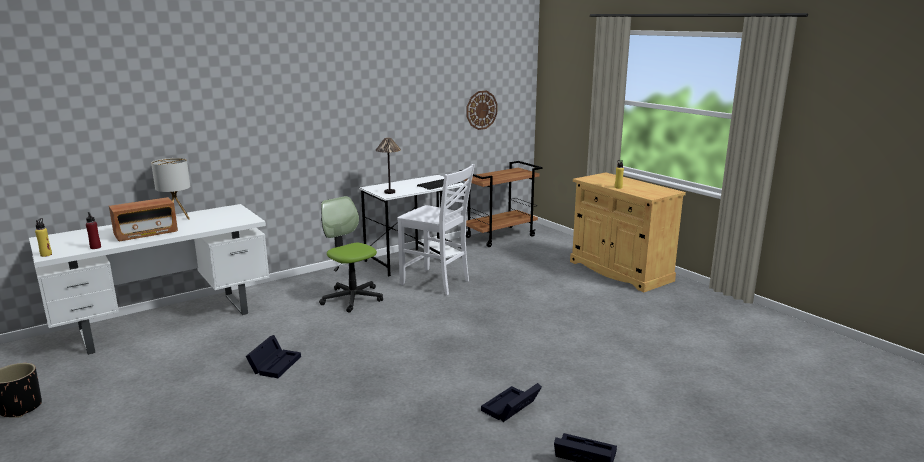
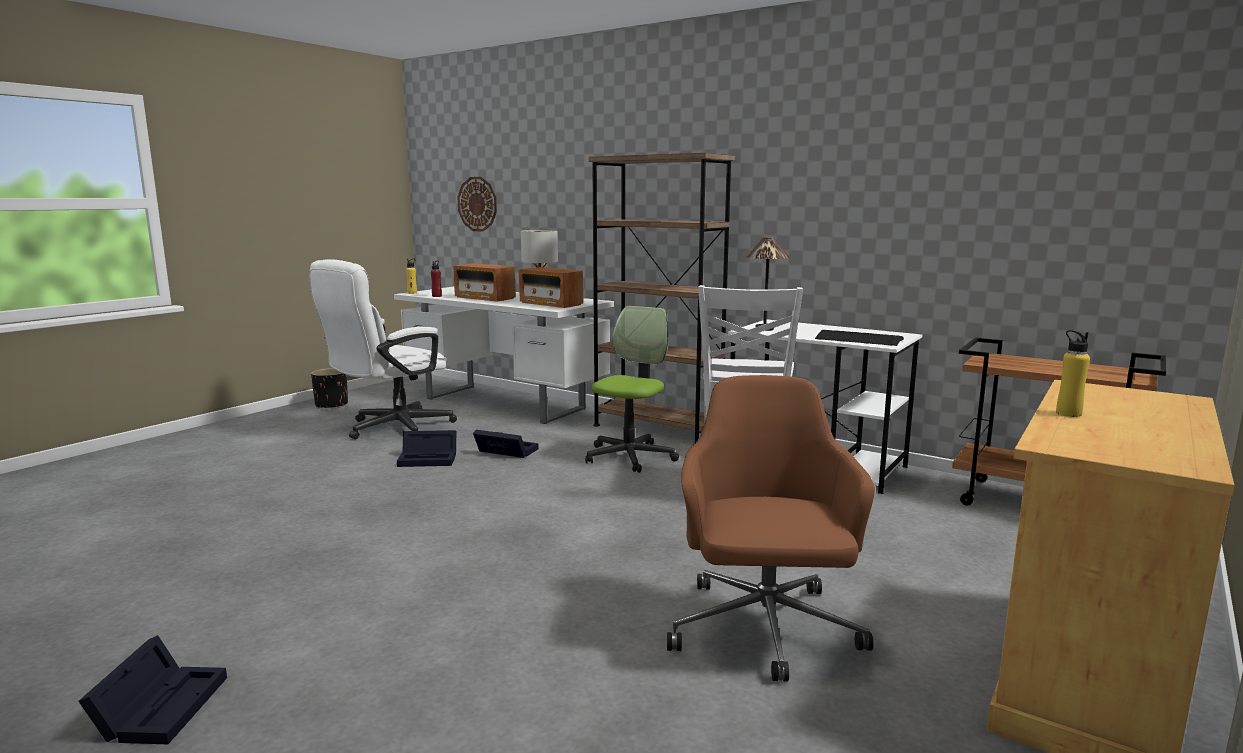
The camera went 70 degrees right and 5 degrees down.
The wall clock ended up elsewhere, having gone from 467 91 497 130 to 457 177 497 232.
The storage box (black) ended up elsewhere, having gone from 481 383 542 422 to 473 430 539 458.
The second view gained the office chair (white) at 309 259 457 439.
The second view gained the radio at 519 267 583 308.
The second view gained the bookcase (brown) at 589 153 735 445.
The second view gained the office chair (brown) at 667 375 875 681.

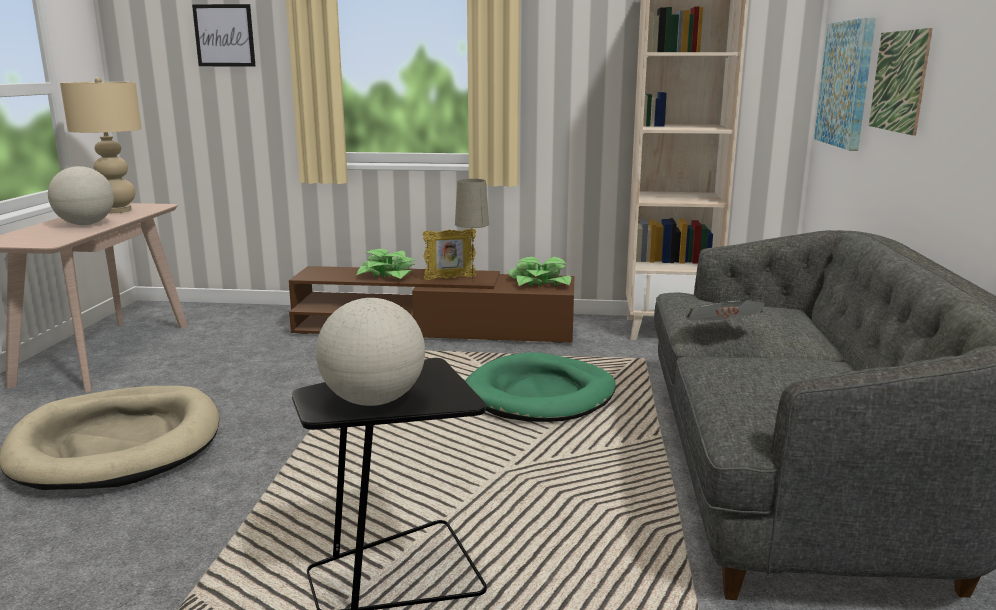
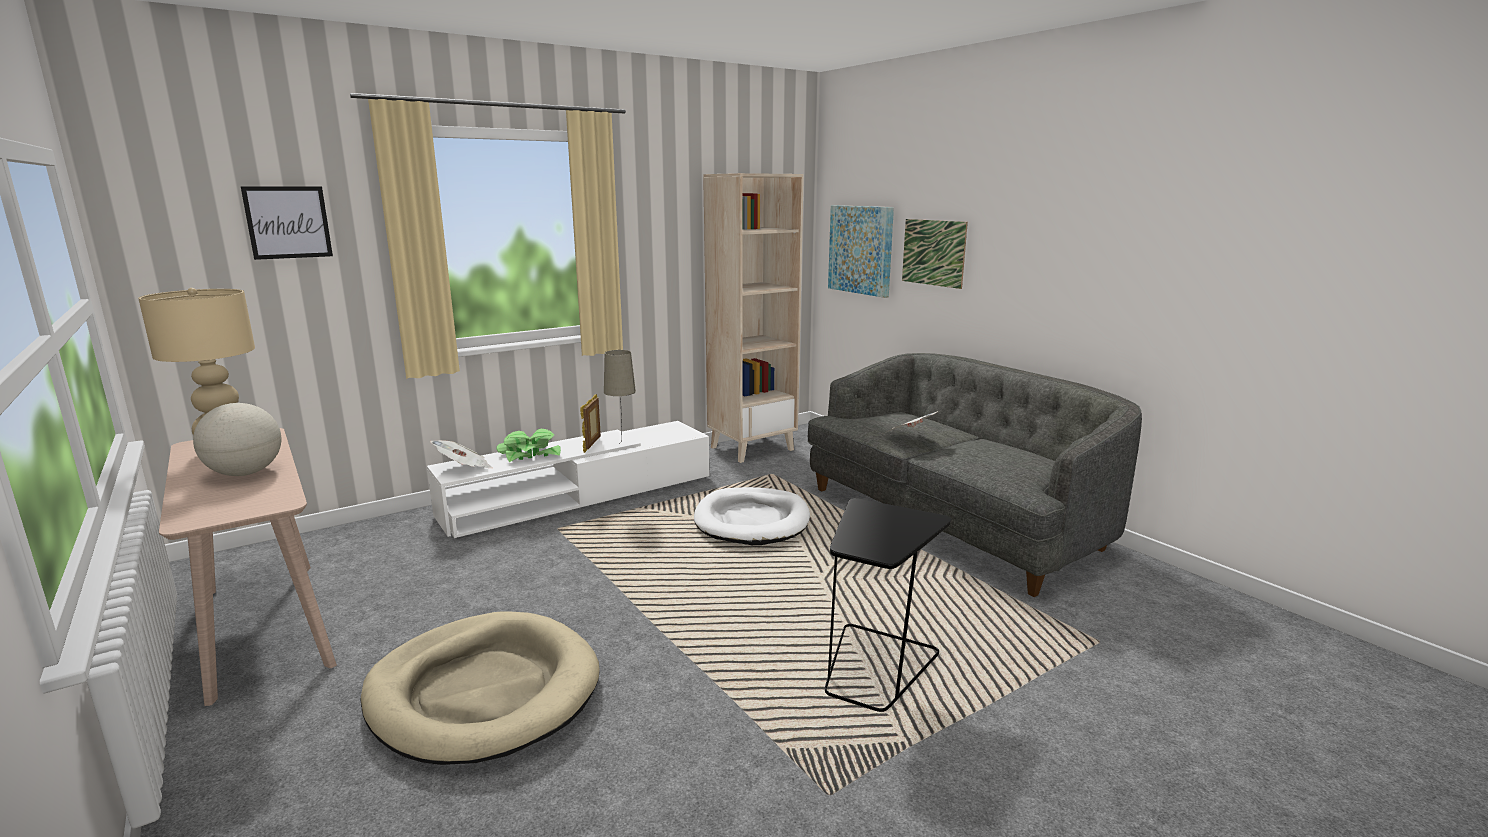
The camera went 40 degrees left and 0 degrees up.
What was the tv stand (brown) at 289 266 575 343 turned into the tv stand (white) at 427 421 709 538.
The second view lost the globe at 316 298 425 406.
The picture frame at 422 229 476 280 ended up facing another way, 150 degrees clockwise from before.
What was the dog bed (green) at 465 352 616 422 turned into the dog bed (white) at 694 487 810 545.
The second view lost the potted plant at 509 257 571 286.
The second view gained the newspaper at 430 440 492 468.

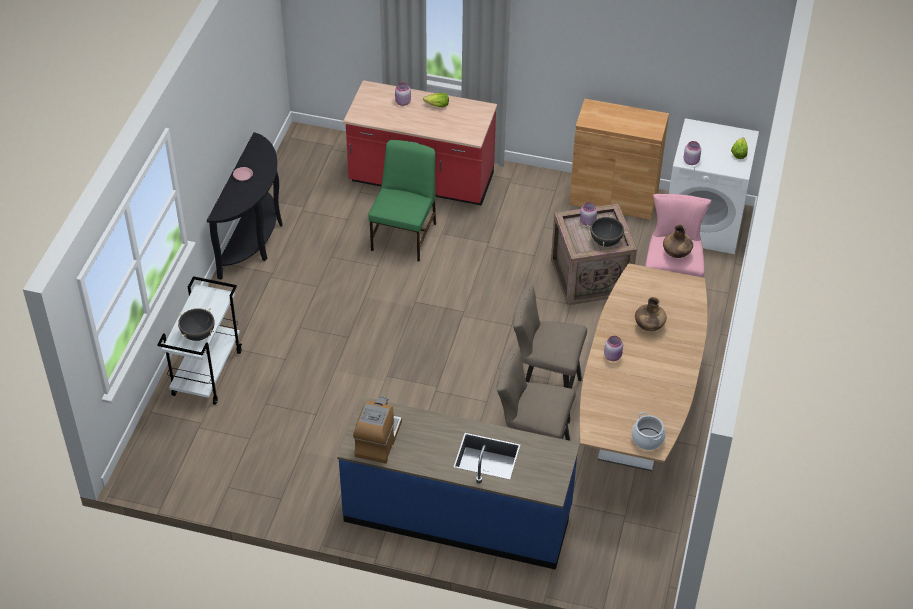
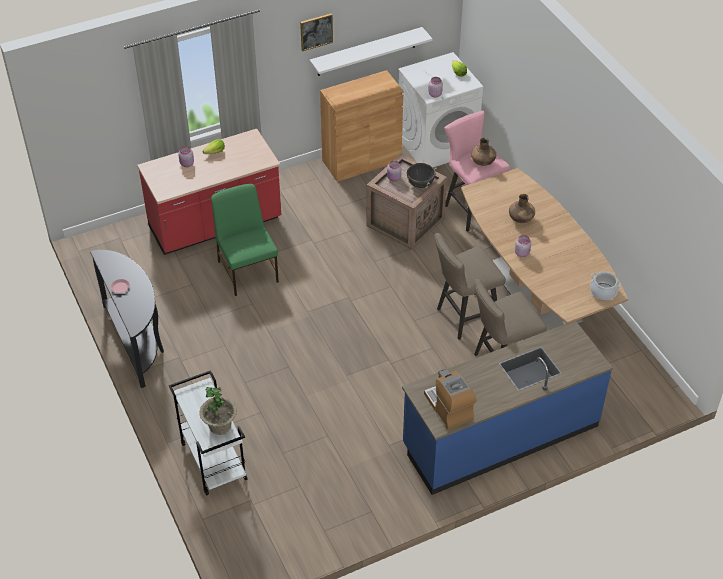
The camera went 40 degrees left and 0 degrees up.
Where the cooking pot (black) stood at 178 308 215 341, the potted plant came to stand at 199 387 237 435.
The second view gained the picture at 300 13 333 51.
The second view gained the shelf (white) at 310 27 433 76.

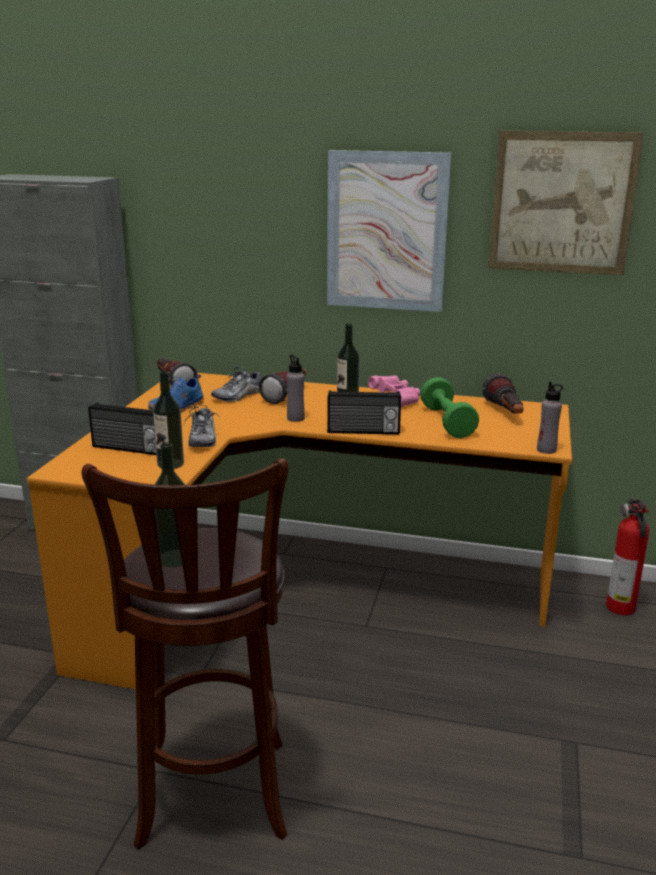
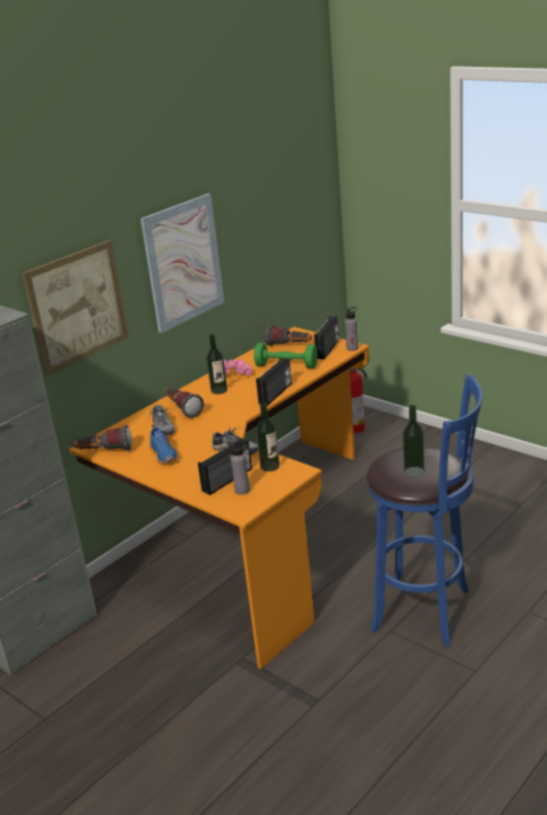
The camera went 60 degrees left and 5 degrees up.
What was the stool (brown) at 82 458 289 850 turned into the stool (blue) at 366 374 483 647.
The bottle (grey) ended up elsewhere, having gone from 287 355 305 422 to 228 441 250 495.
The picture ended up elsewhere, having gone from 488 131 644 275 to 22 240 128 376.
The second view gained the radio at 314 316 339 359.

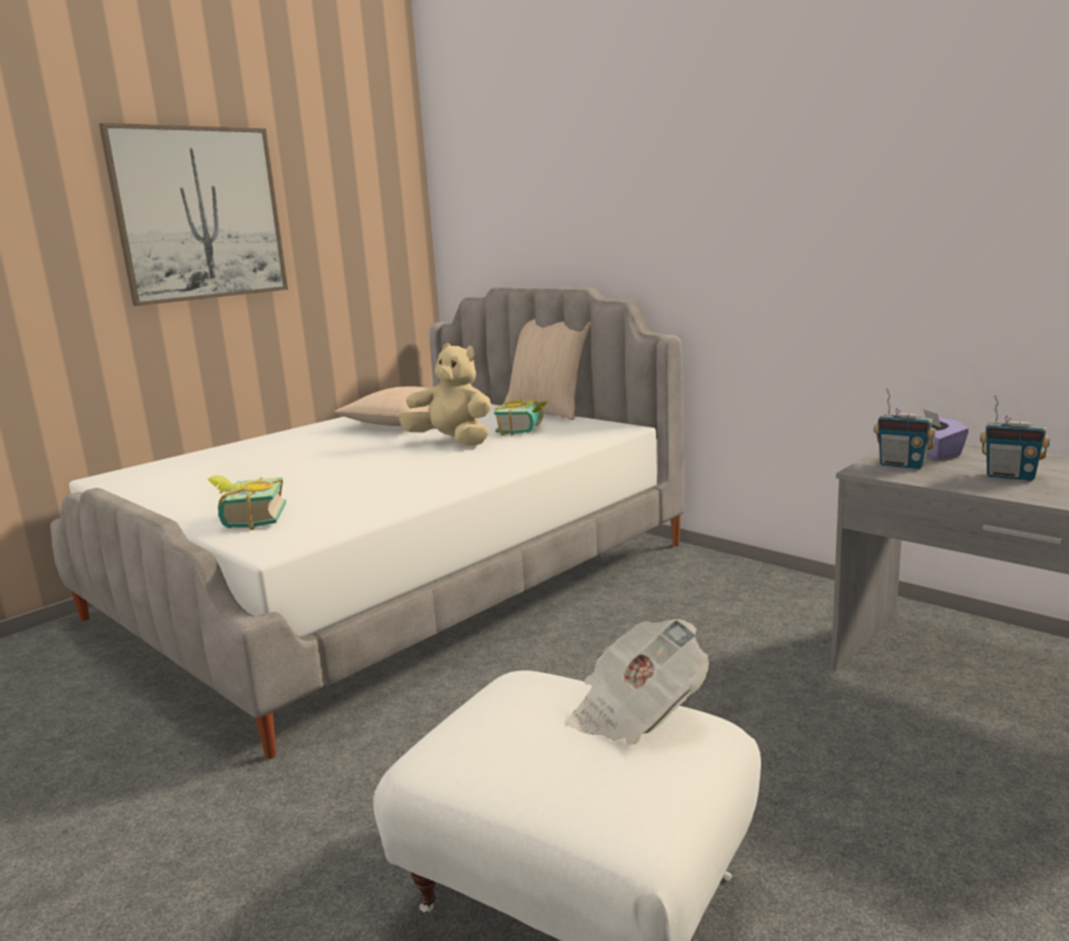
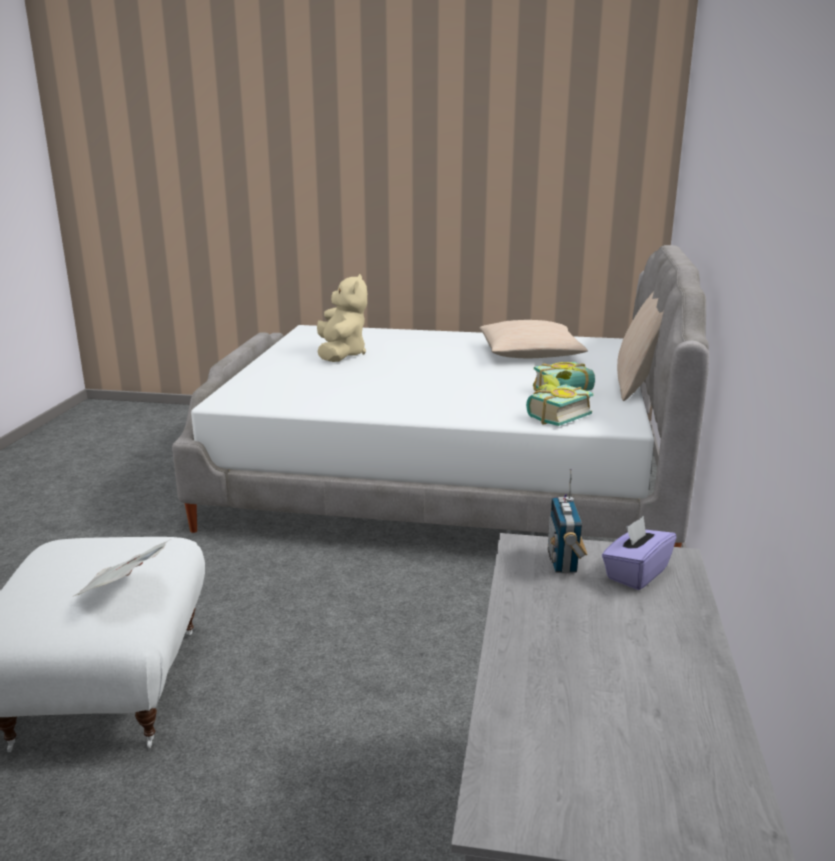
The camera went 55 degrees right and 5 degrees up.
The second view lost the picture at 99 123 288 306.
The book ended up elsewhere, having gone from 207 475 286 530 to 526 374 594 426.
The plush toy (beige) ended up elsewhere, having gone from 399 343 491 446 to 317 274 367 362.
The second view lost the radio at 980 395 1050 481.

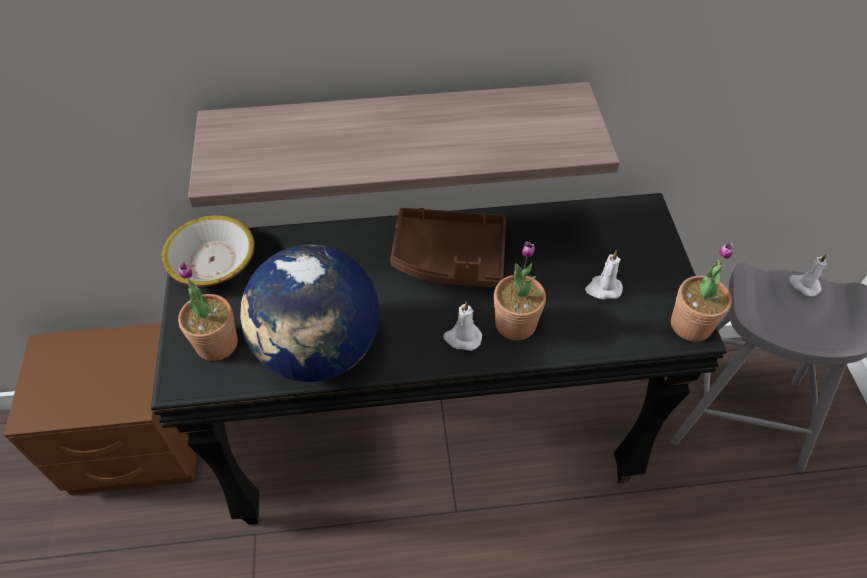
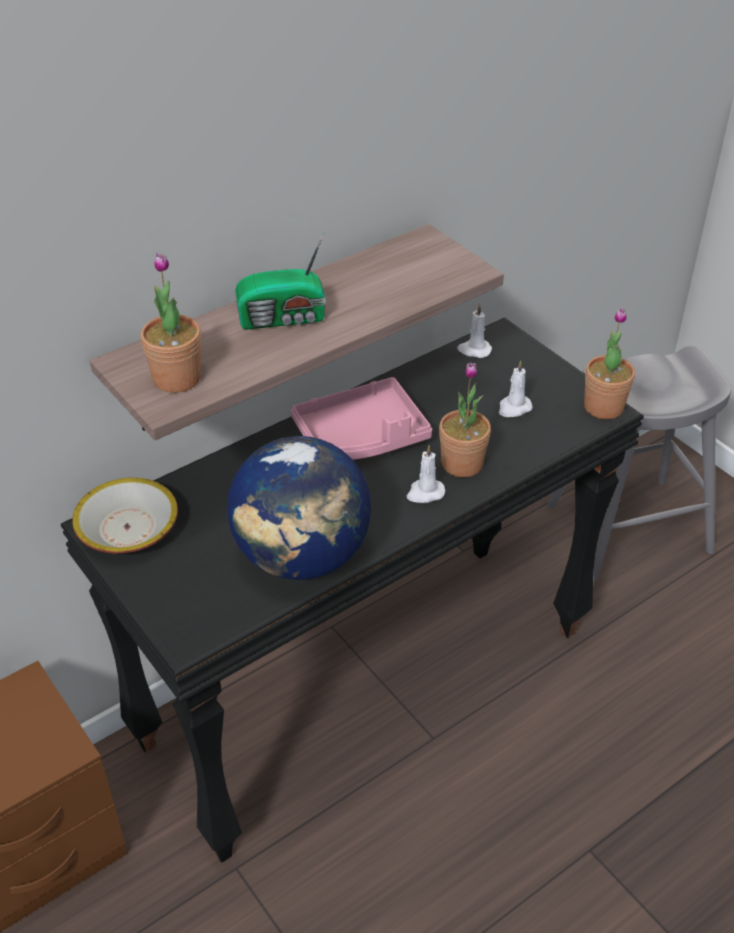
The camera went 30 degrees left and 10 degrees down.
The potted plant ended up elsewhere, having gone from 178 262 238 361 to 141 253 201 393.
What was the tray (brown) at 390 208 506 287 turned into the tray (pink) at 291 377 432 460.
The candle (white) ended up elsewhere, having gone from 789 254 827 296 to 457 304 492 358.
The second view gained the radio at 235 231 326 330.

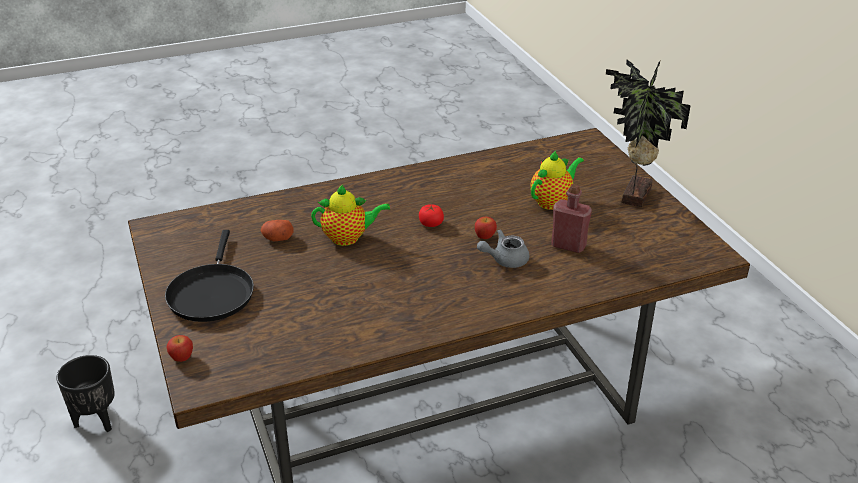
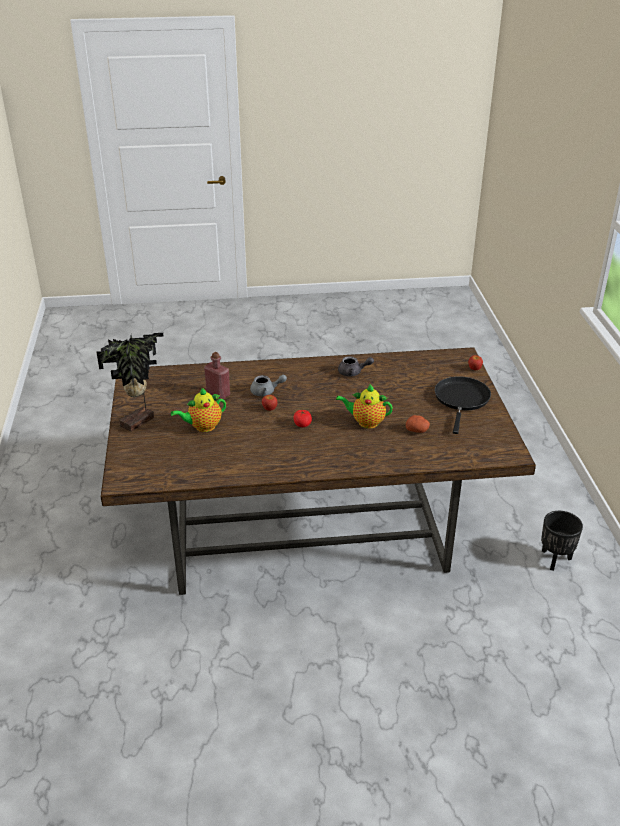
The camera went 165 degrees left and 0 degrees up.
The second view gained the teapot (grey) at 338 356 374 377.

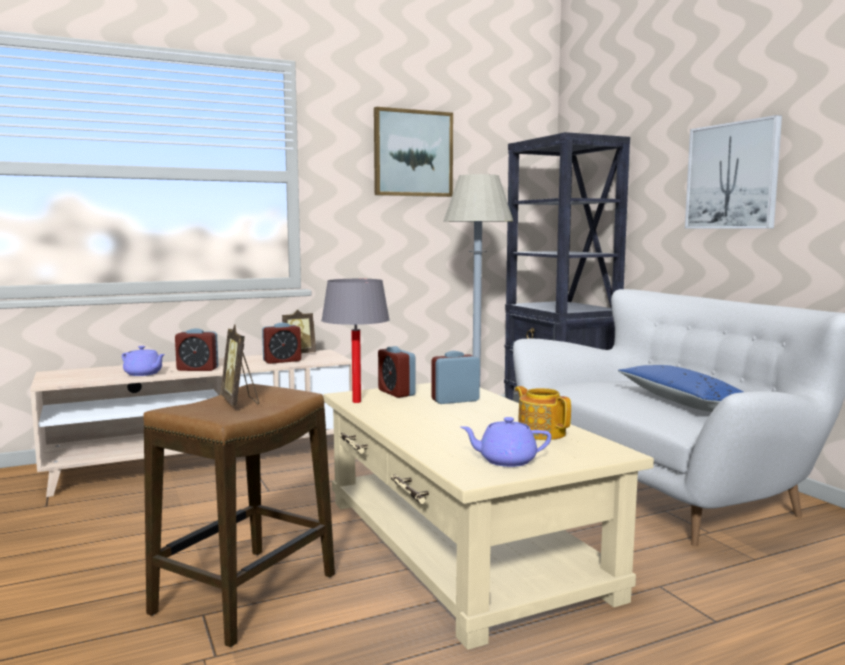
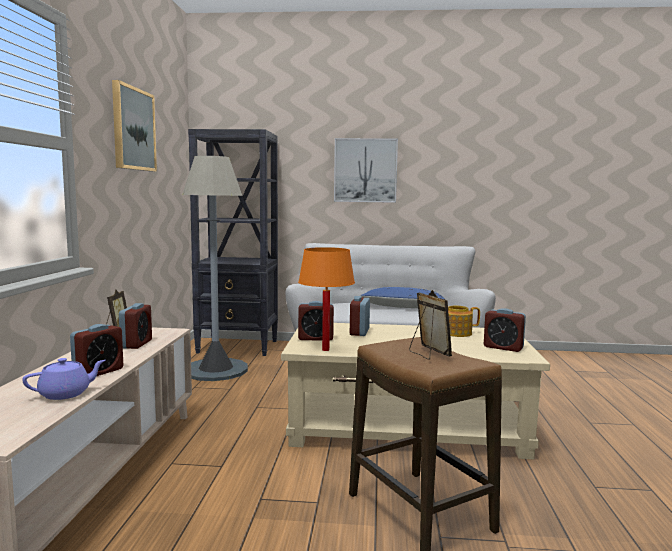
The camera went 60 degrees left and 0 degrees up.
The picture frame at 221 325 259 406 ended up facing another way, 120 degrees counterclockwise from before.
What was the table lamp (grey) at 321 279 390 403 turned into the table lamp (orange) at 298 247 355 351.
Where the teapot (purple) stood at 460 417 552 467, the alarm clock came to stand at 484 308 526 352.

